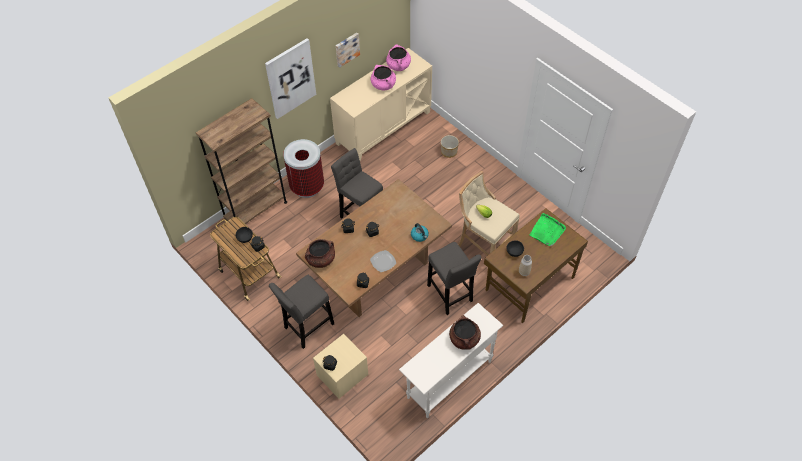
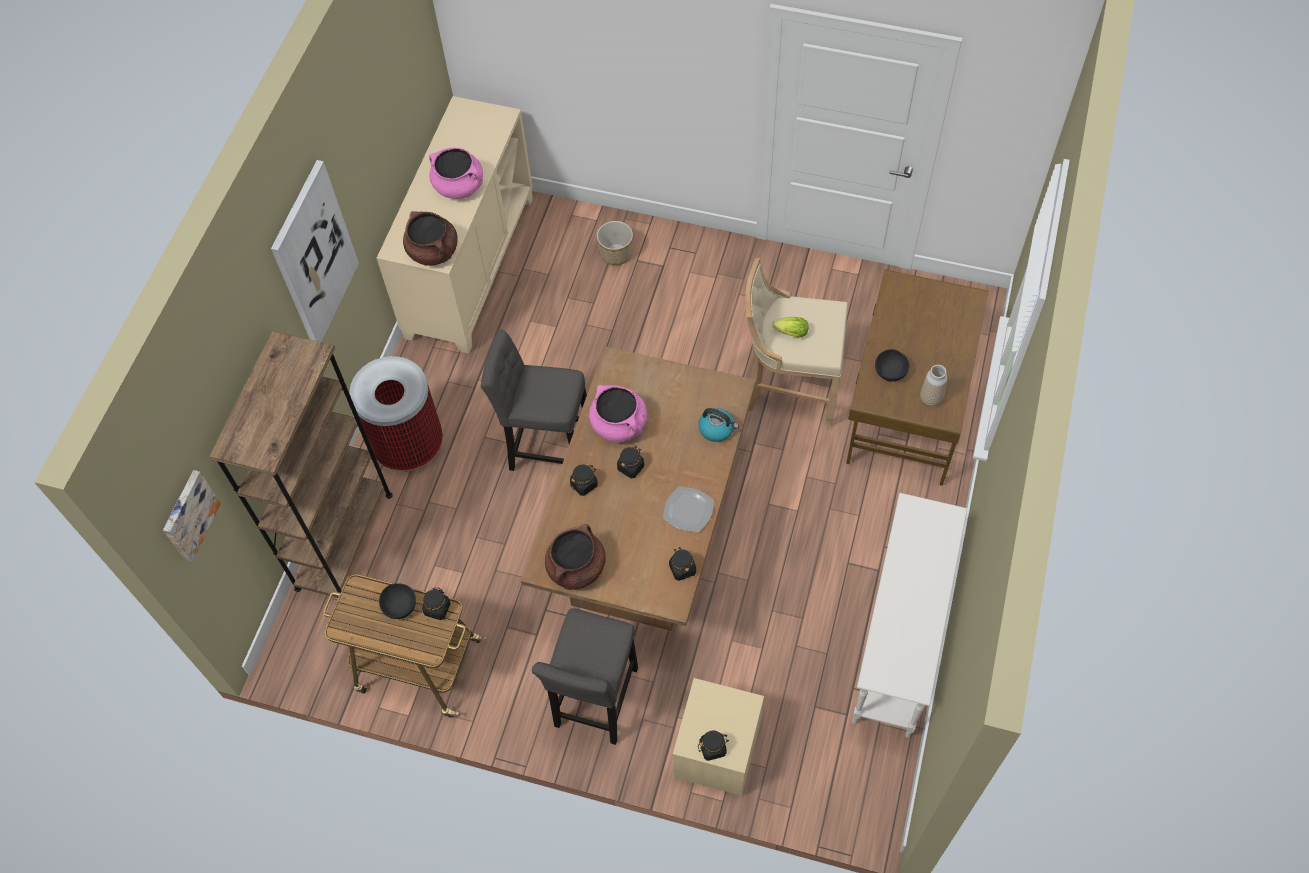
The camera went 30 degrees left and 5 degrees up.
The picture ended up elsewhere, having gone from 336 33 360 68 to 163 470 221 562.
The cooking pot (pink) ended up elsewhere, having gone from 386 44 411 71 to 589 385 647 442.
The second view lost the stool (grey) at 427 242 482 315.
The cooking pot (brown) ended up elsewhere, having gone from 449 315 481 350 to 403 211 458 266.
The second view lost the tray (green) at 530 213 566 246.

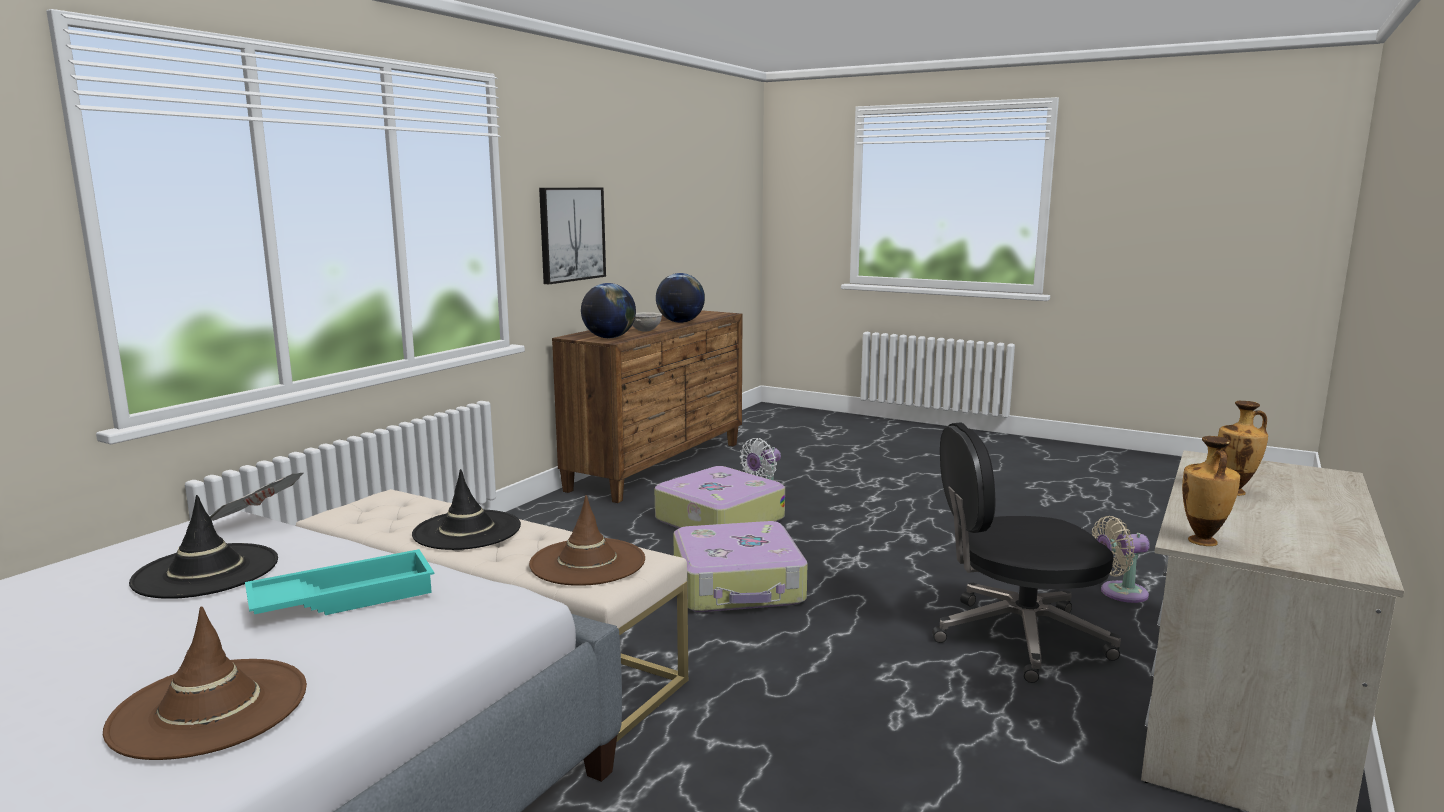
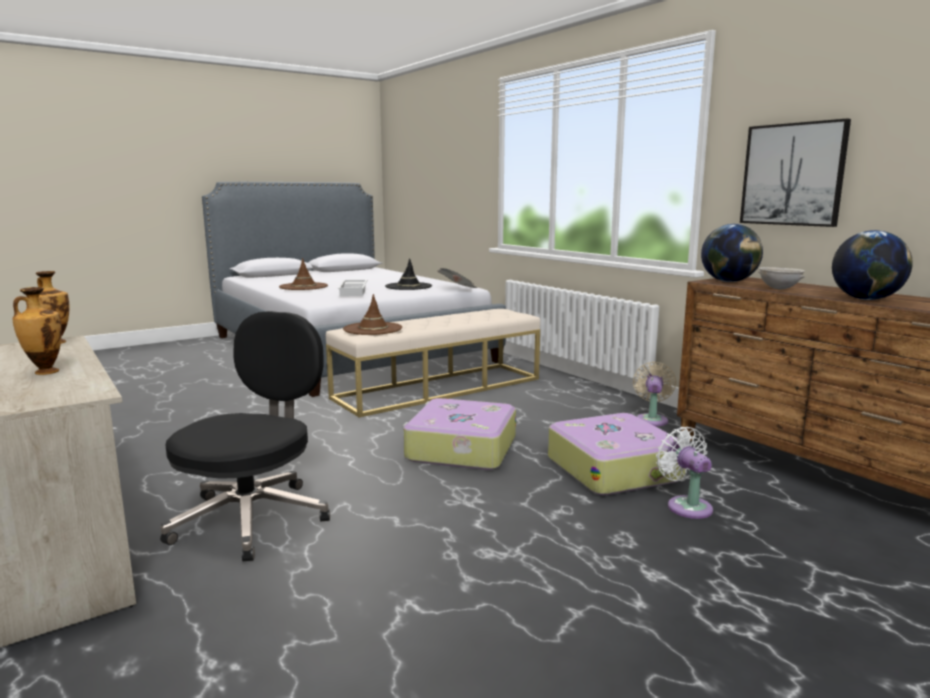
The camera went 115 degrees right and 0 degrees up.
What was the tray (turquoise) at 245 549 434 615 turned into the tray (white) at 338 280 367 297.
The second view lost the hat (black) at 412 469 521 550.
The fan (beige) ended up elsewhere, having gone from 1092 516 1150 603 to 633 362 676 426.

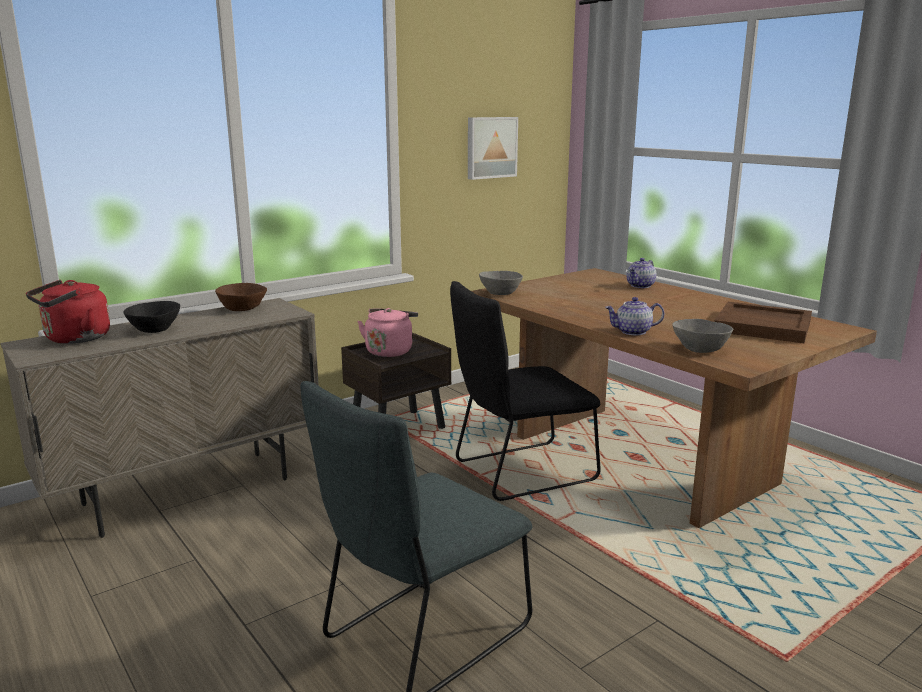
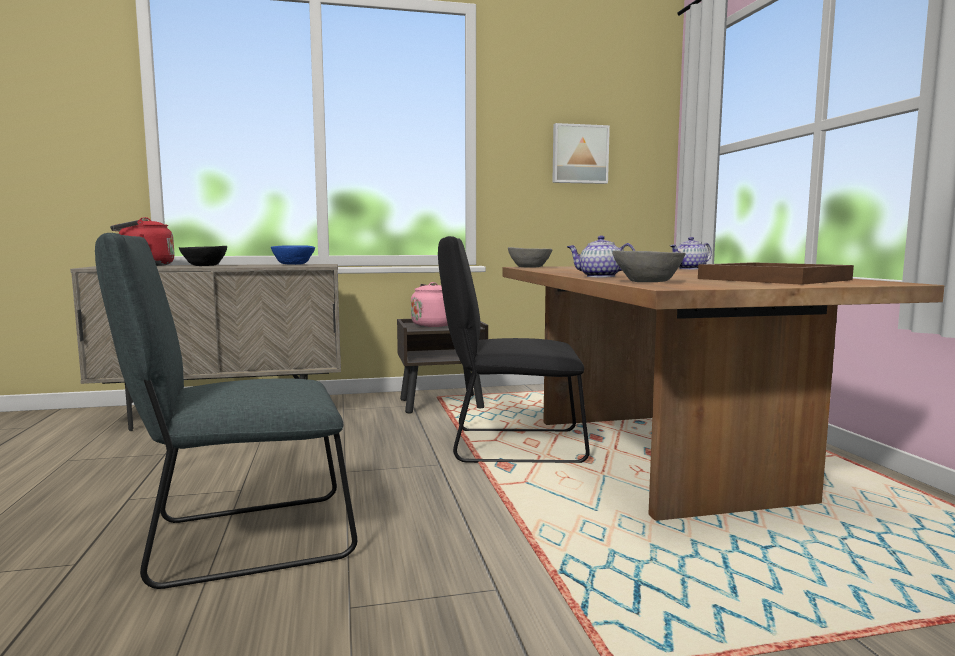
The camera went 25 degrees right and 10 degrees down.
What was the bowl (brown) at 215 283 267 311 turned into the bowl (blue) at 271 245 315 265.

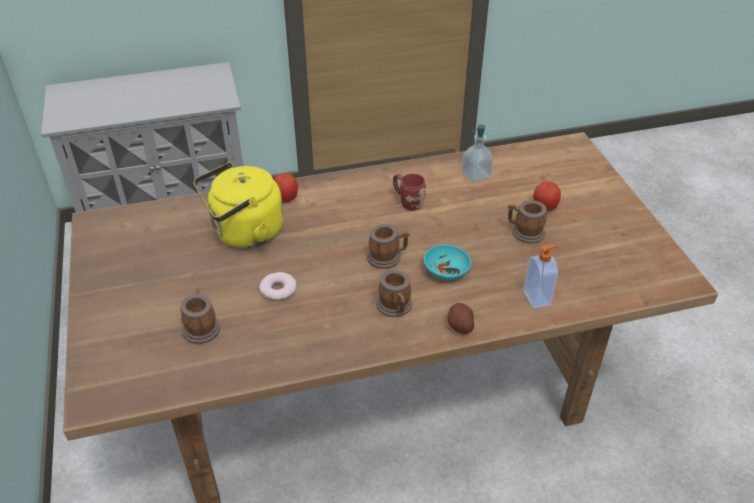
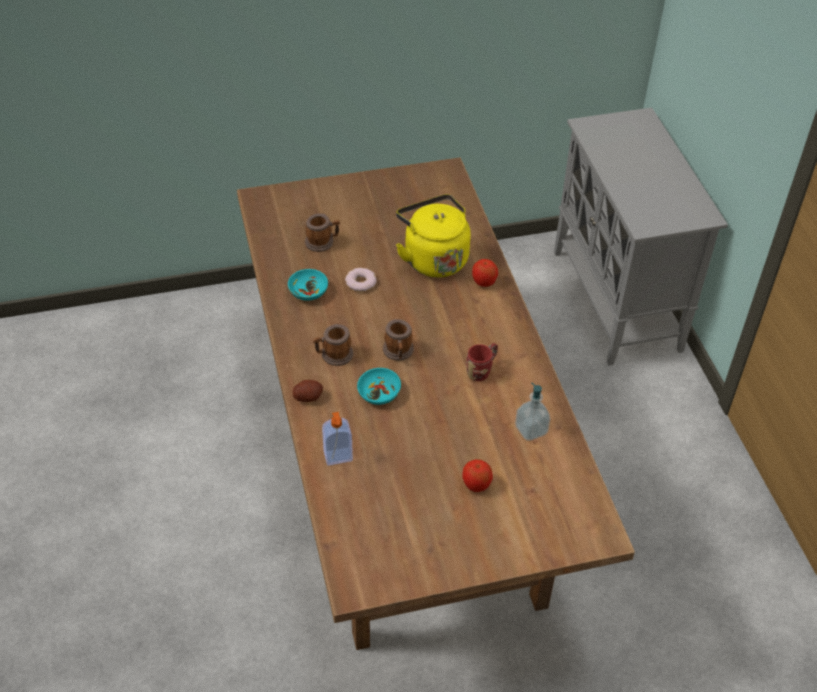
The camera went 90 degrees right and 5 degrees up.
The second view lost the mug at 508 200 547 244.
The second view gained the bowl (turquoise) at 288 269 328 301.

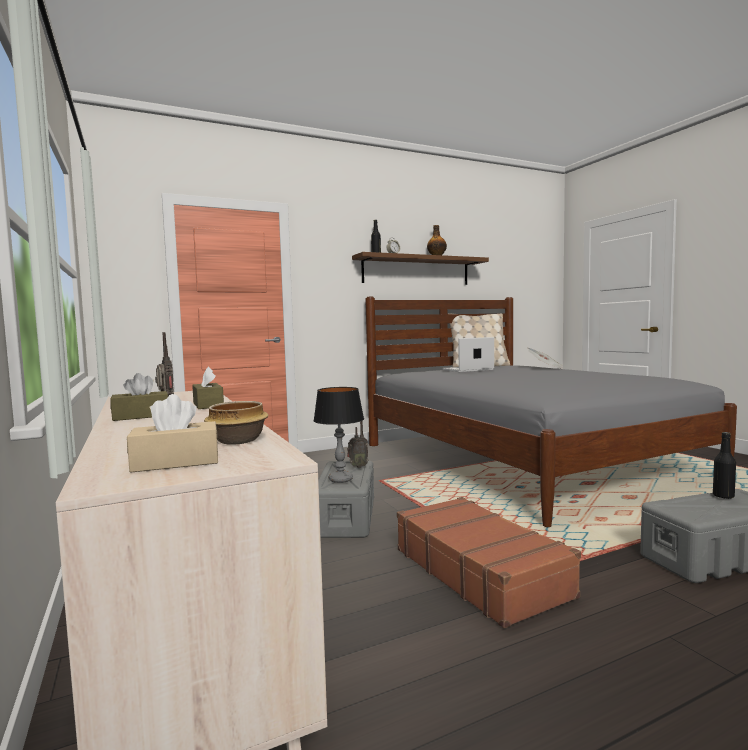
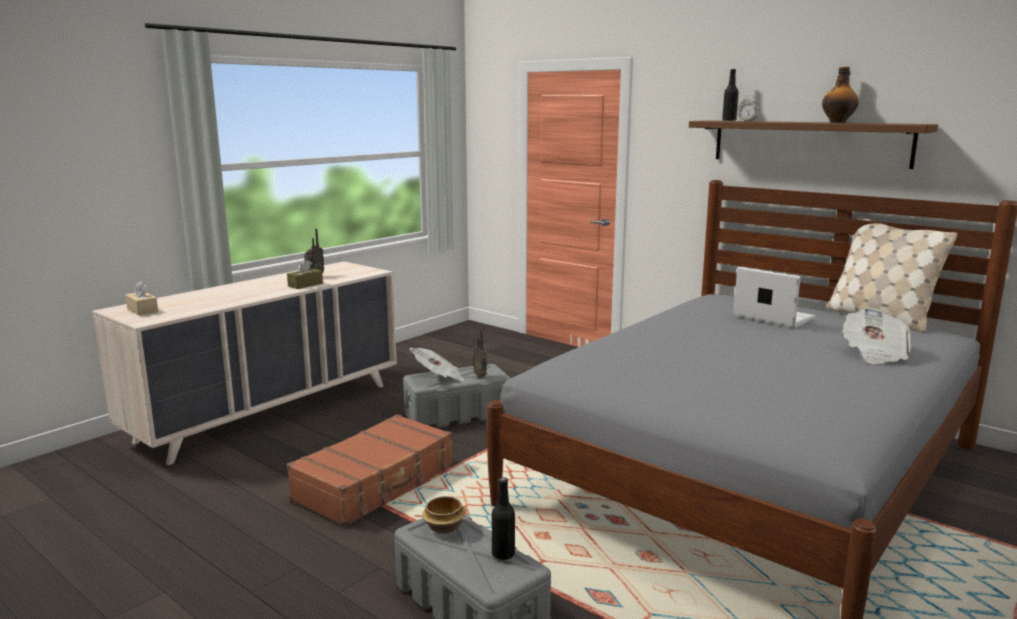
The camera went 65 degrees right and 10 degrees up.
The second view lost the tissue box (brown) at 110 373 168 421.
The bowl ended up elsewhere, having gone from 204 401 269 445 to 422 496 466 534.
Where the table lamp stood at 313 387 364 483, the newspaper came to stand at 410 348 464 381.

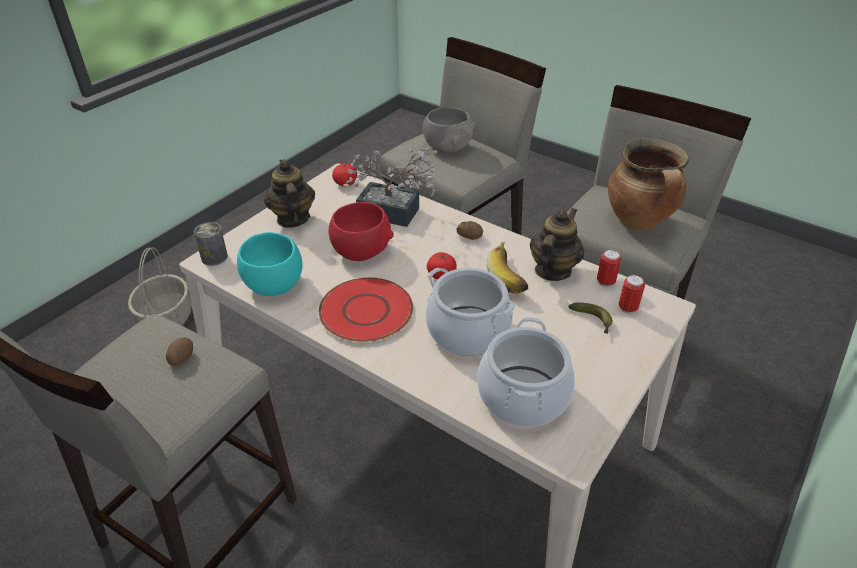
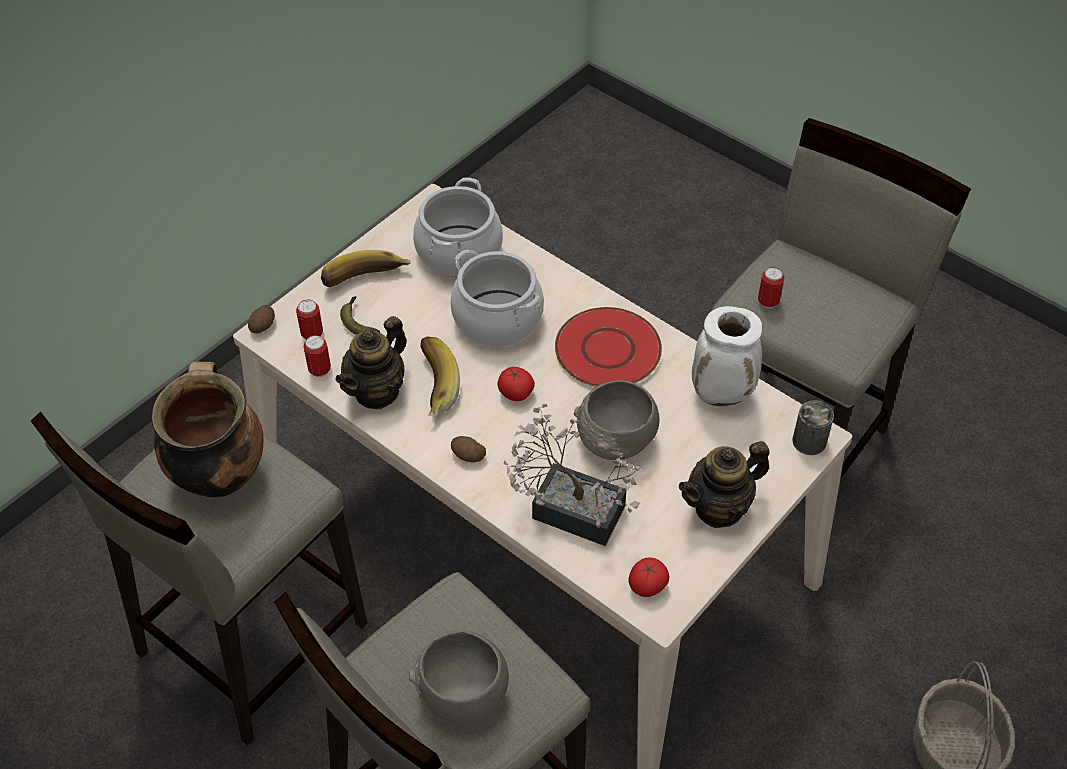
The camera went 175 degrees left and 10 degrees up.
The potato ended up elsewhere, having gone from 166 338 193 366 to 248 305 275 333.
Where the bowl (turquoise) stood at 237 232 303 296, the vase (white) came to stand at 692 306 762 407.
The teapot at 264 160 315 228 ended up facing another way, 75 degrees clockwise from before.
What was the bowl (red) at 328 202 394 261 turned into the bowl (grey) at 574 380 659 460.
The second view gained the banana at 321 250 411 287.
The second view gained the can at 758 267 784 308.

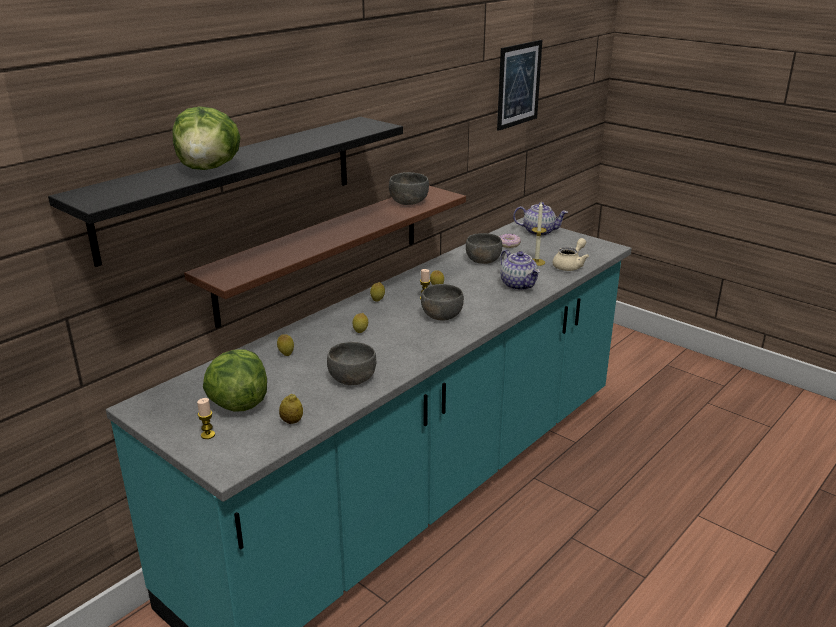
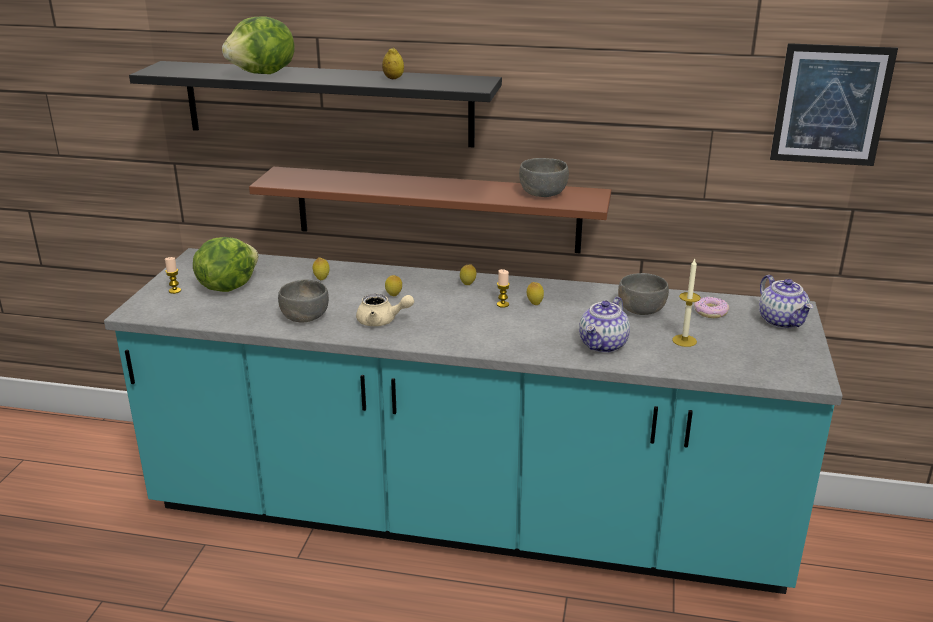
The camera went 60 degrees right and 0 degrees up.
The lemon ended up elsewhere, having gone from 279 394 303 424 to 382 47 404 79.
The second view lost the bowl (grey) at 421 284 464 320.
The teapot (beige) ended up elsewhere, having gone from 552 238 589 271 to 356 294 414 326.

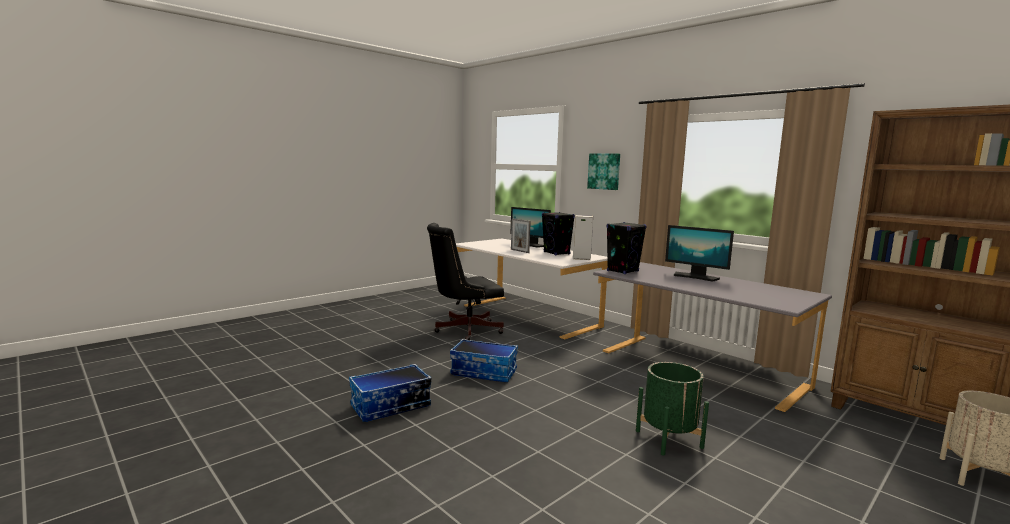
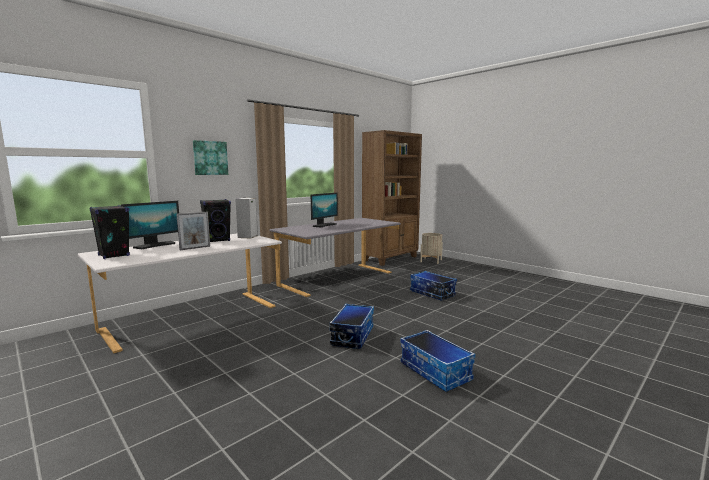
The camera went 90 degrees left and 0 degrees up.
The second view lost the office chair (black) at 427 223 504 340.
The speaker (black) ended up elsewhere, having gone from 606 222 647 274 to 90 205 130 259.
Where the planter (green) stood at 636 362 709 456, the storage box came to stand at 410 271 457 300.

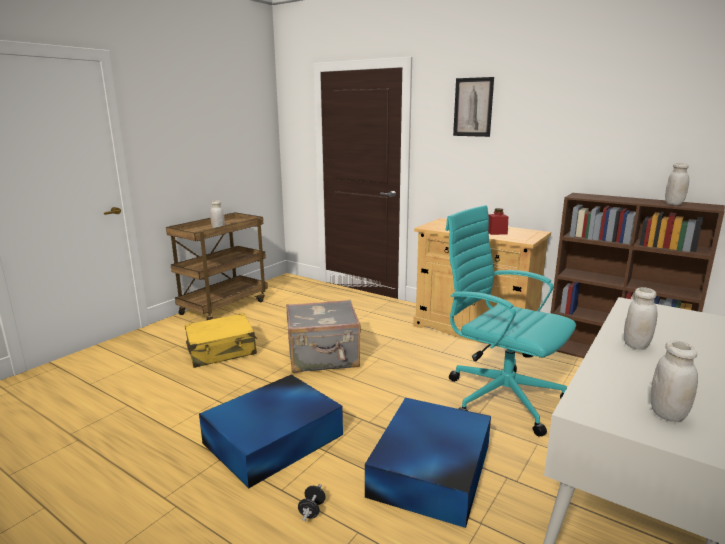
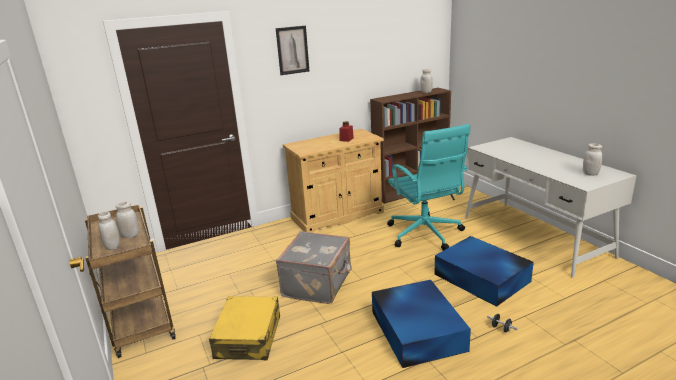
The camera went 60 degrees left and 5 degrees up.
The office chair (turquoise) at 445 205 576 437 ended up facing another way, 90 degrees counterclockwise from before.
The jar (white) ended up elsewhere, having gone from 624 287 657 350 to 98 212 120 250.

